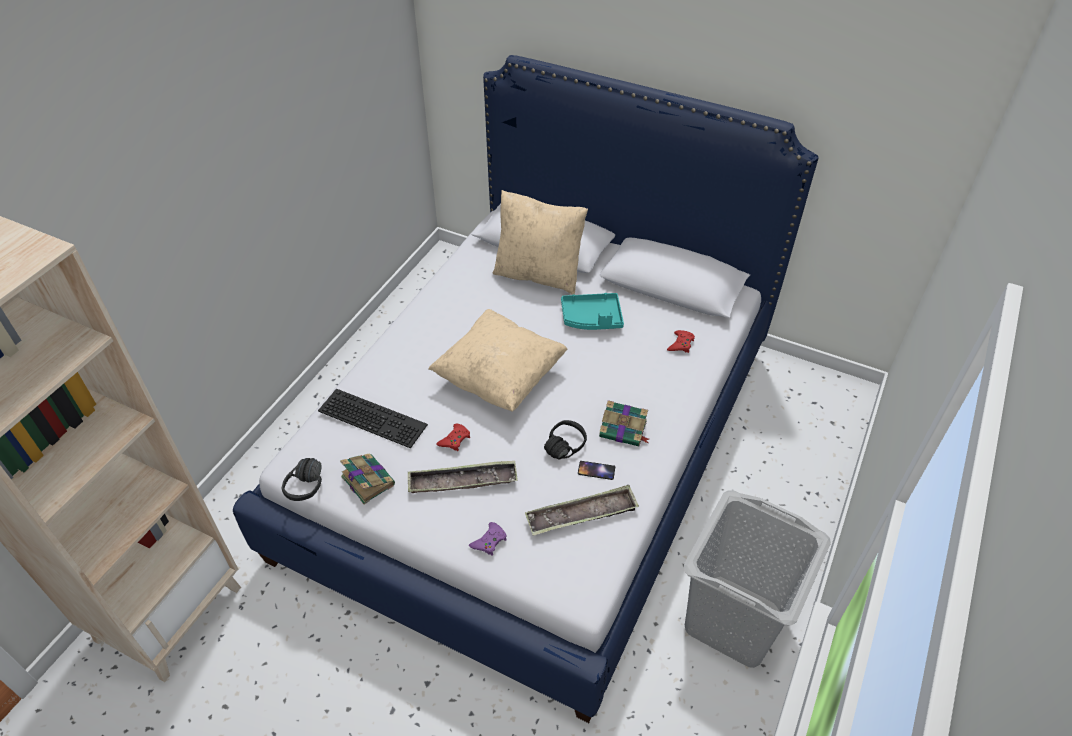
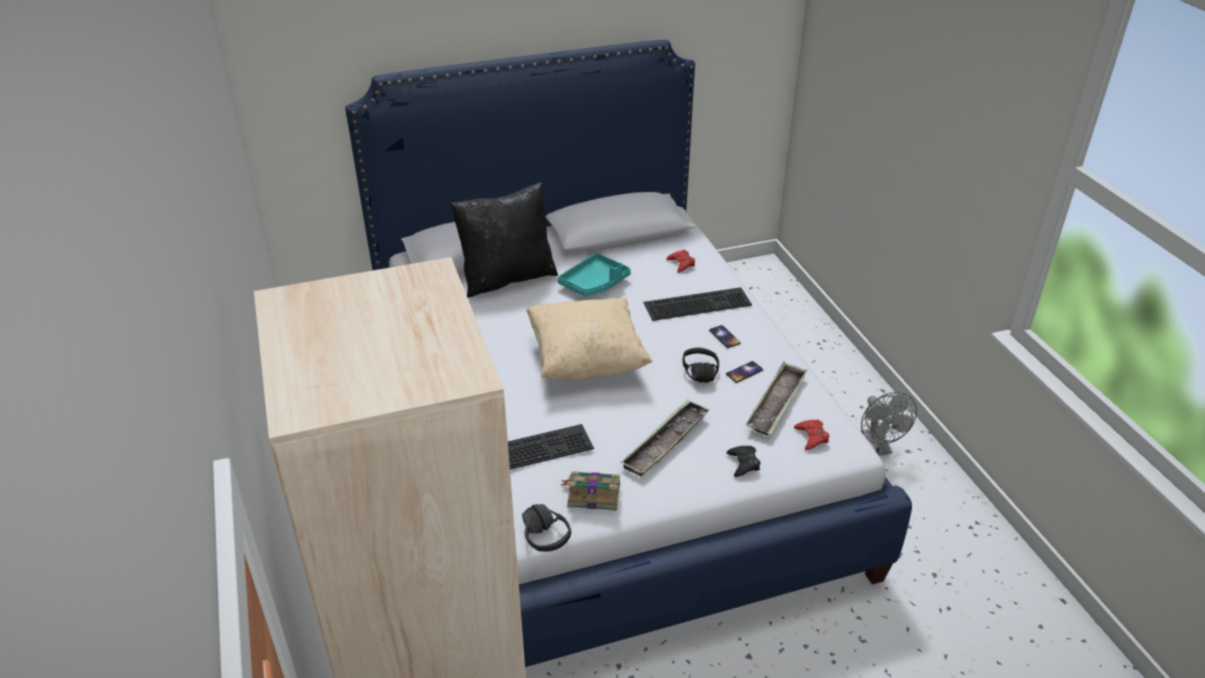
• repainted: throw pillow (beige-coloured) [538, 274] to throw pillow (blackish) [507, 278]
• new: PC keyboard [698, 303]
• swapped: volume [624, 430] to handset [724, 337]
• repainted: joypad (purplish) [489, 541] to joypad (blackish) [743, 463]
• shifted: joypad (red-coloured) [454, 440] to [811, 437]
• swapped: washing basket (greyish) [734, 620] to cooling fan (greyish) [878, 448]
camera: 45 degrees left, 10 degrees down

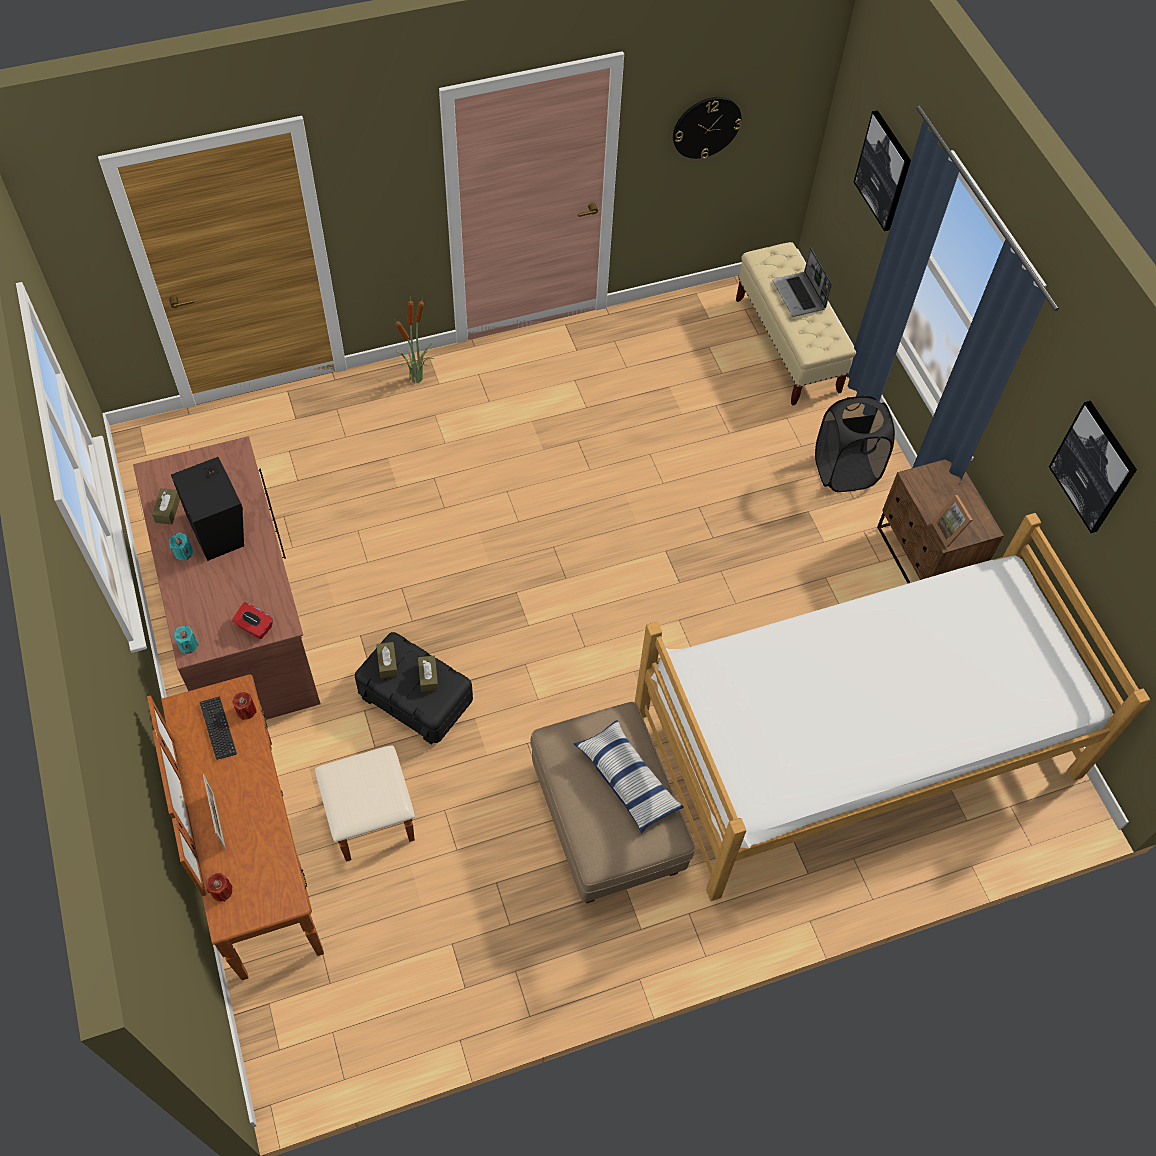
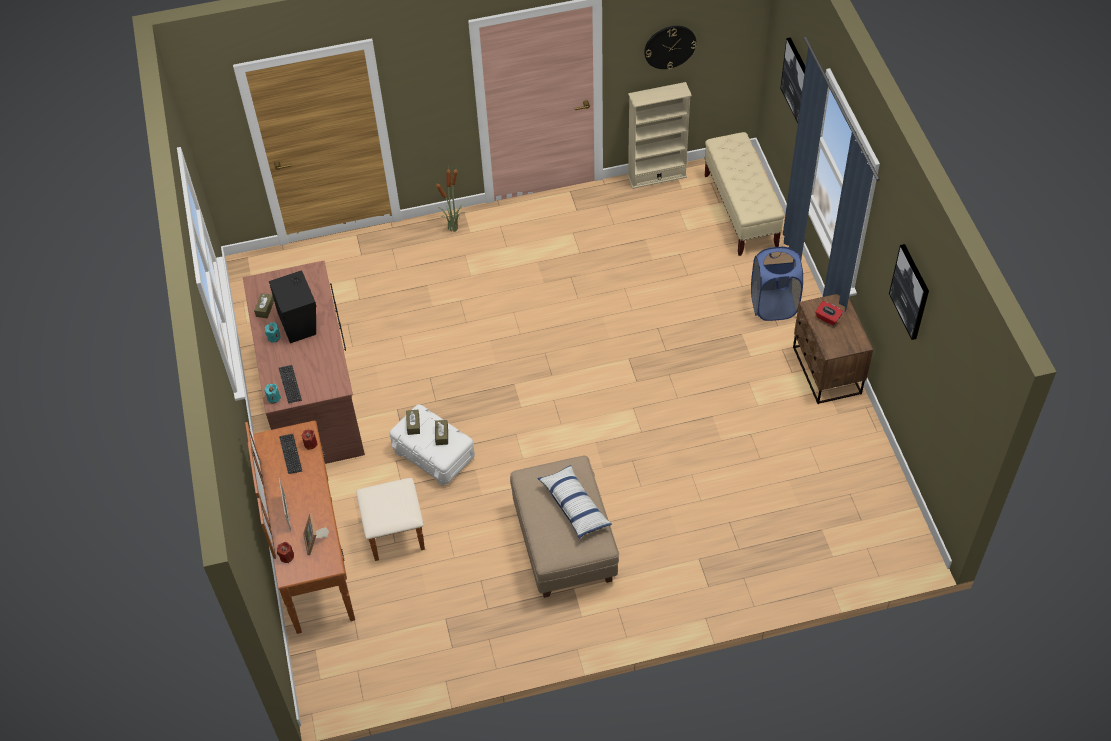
• new: PC keyboard [290, 384]
• shifted: picture frame [949, 531] to [316, 542]
• repainted: storage bin (blackish) [415, 698] to storage bin (whitish) [433, 454]
• new: shelving unit (beige-coloured) [657, 176]
• repainted: washing basket (blackish) [844, 471] to washing basket (blue-coloured) [773, 305]
• shifted: box of tissues (red-coloured) [254, 627] to [827, 318]
• gone: bedroom bed [857, 743]
• gone: laptop [799, 296]
camera: 10 degrees right, 5 degrees down

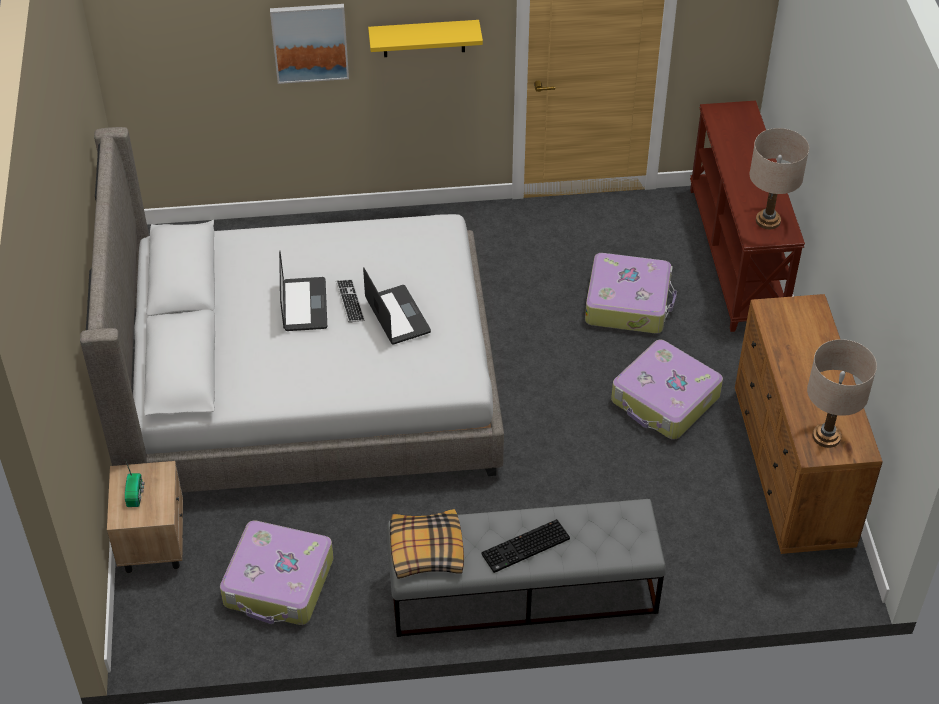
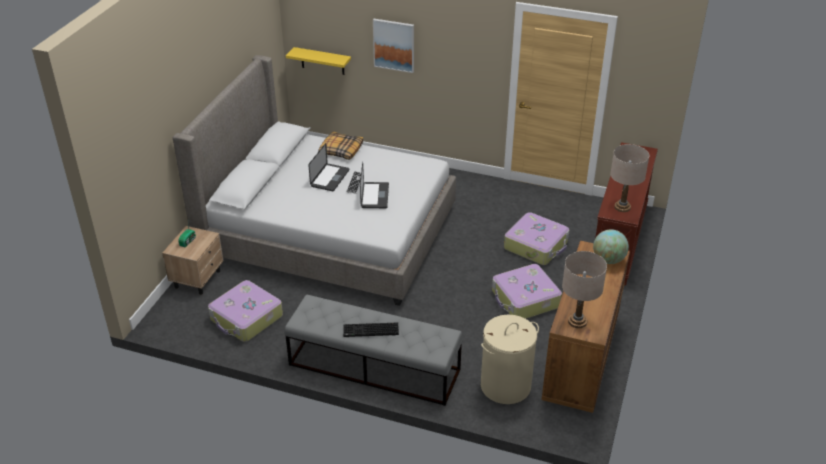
• shifted: shelf (yellow) [424, 38] to [322, 61]
• shifted: throw pillow [426, 550] to [340, 150]
• new: washing basket (beige-coloured) [505, 386]
• new: desk globe [608, 260]
camera: 25 degrees right, 10 degrees down

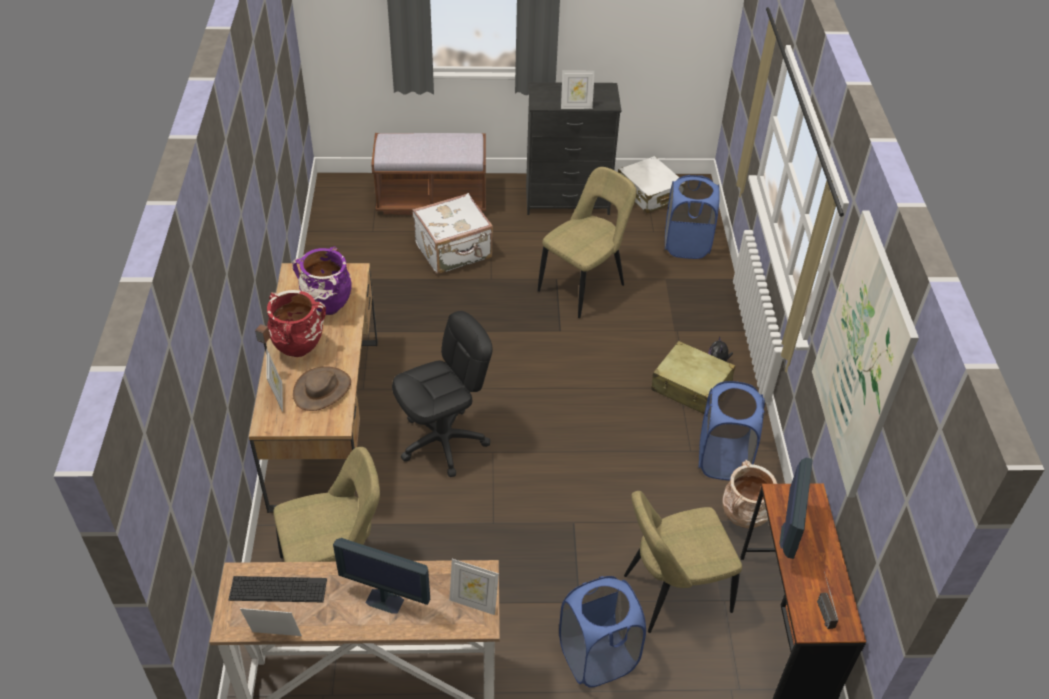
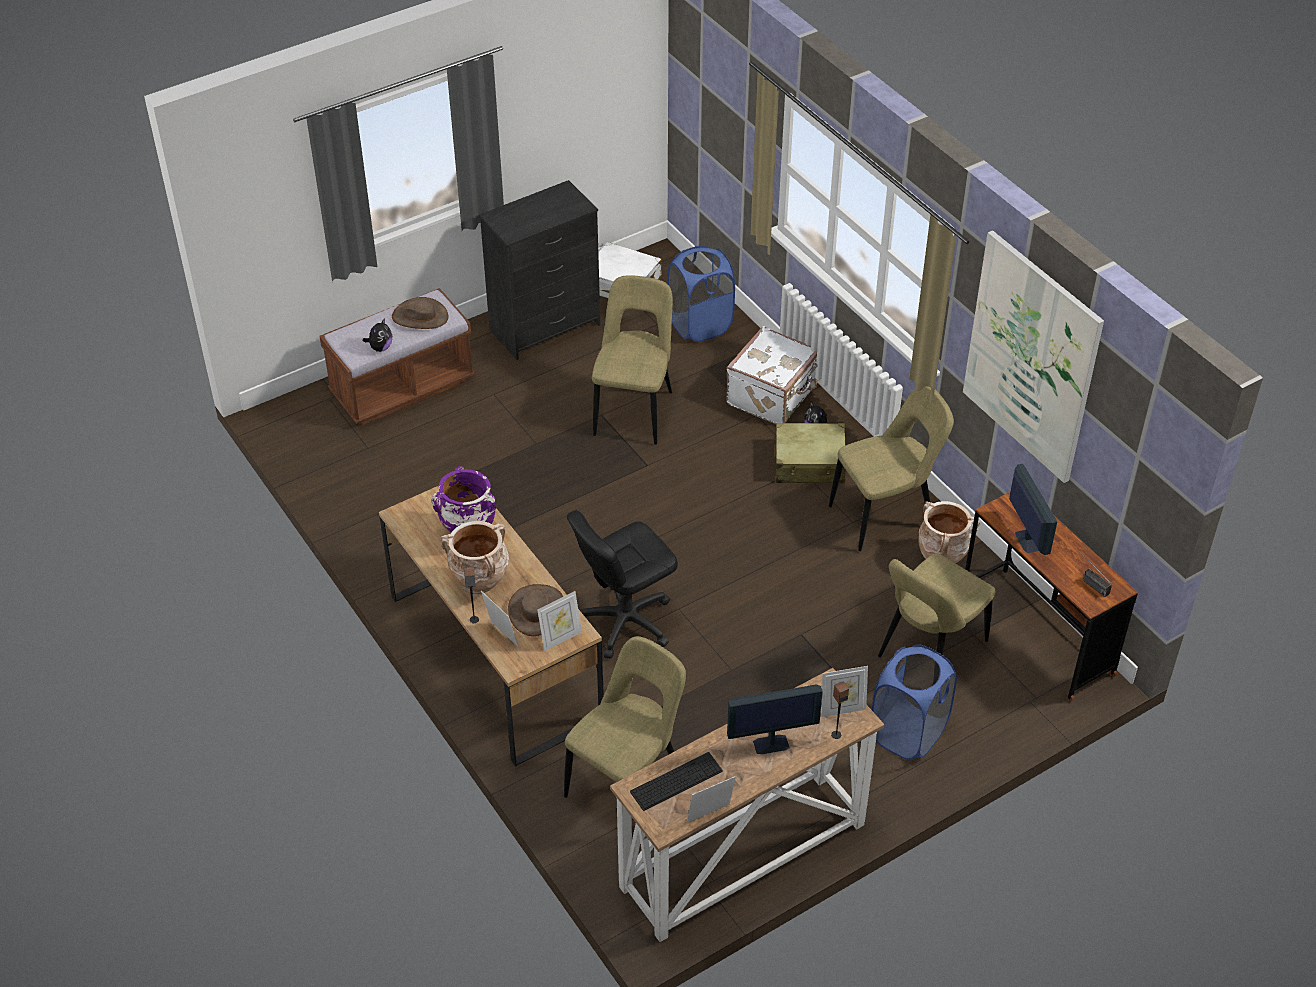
• new: soft toy [380, 348]
• new: clothing hat (brown) [420, 316]
• repainted: decorative vase (red-coloured) [300, 350] to decorative vase (beige-coloured) [480, 585]
• shifted: picture frame [576, 107] to [560, 638]
• rotated: office chair (blackish) [443, 442] = [625, 621] 150 degrees counterclockwise
• shifted: travel case (whitish) [454, 252] to [773, 396]
• swapped: washing basket (blue-coloured) [723, 459] to plain chair (beige-coloured) [886, 516]
• new: speaker [836, 734]
camera: 30 degrees left, 0 degrees up

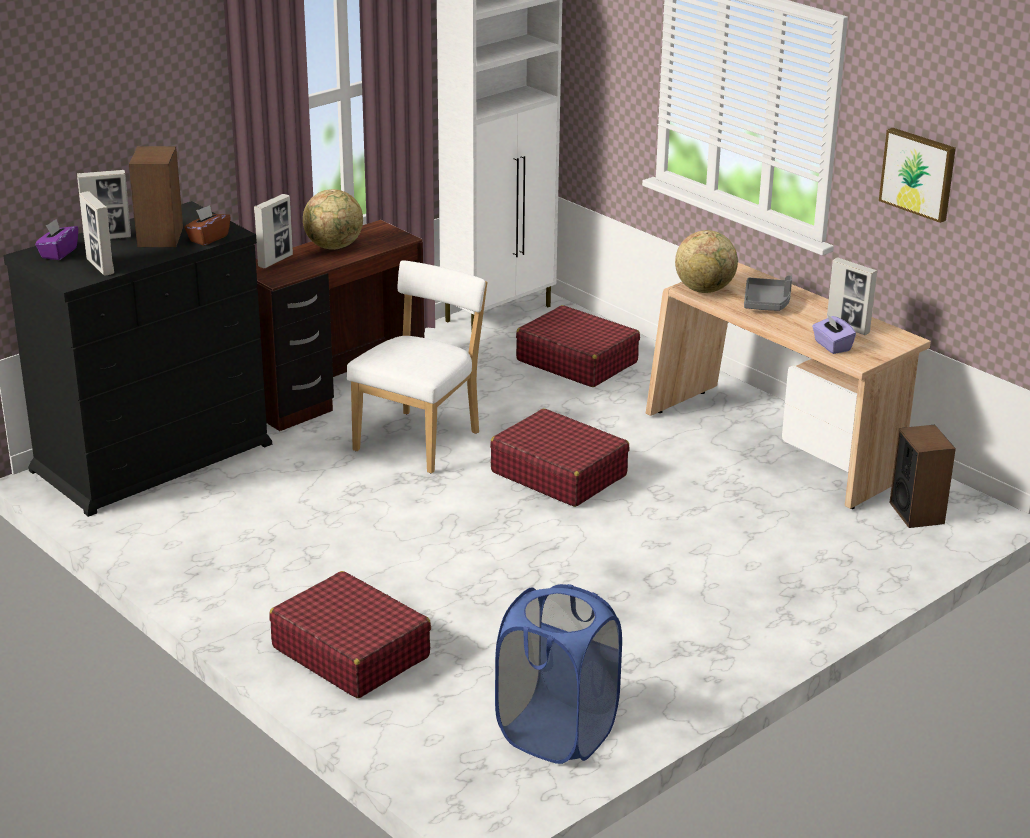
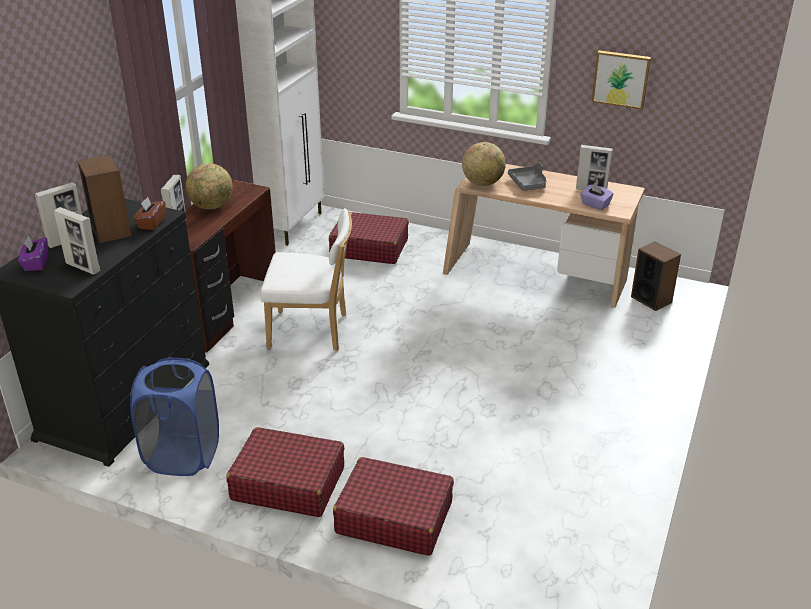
• shifted: washing basket (blue-coloured) [556, 733] to [182, 455]
• shifted: travel case (red-coloured) [558, 473] to [288, 483]
• rotated: plain chair (whitish) [421, 439] = [312, 331] 90 degrees clockwise
camera: 25 degrees left, 5 degrees up

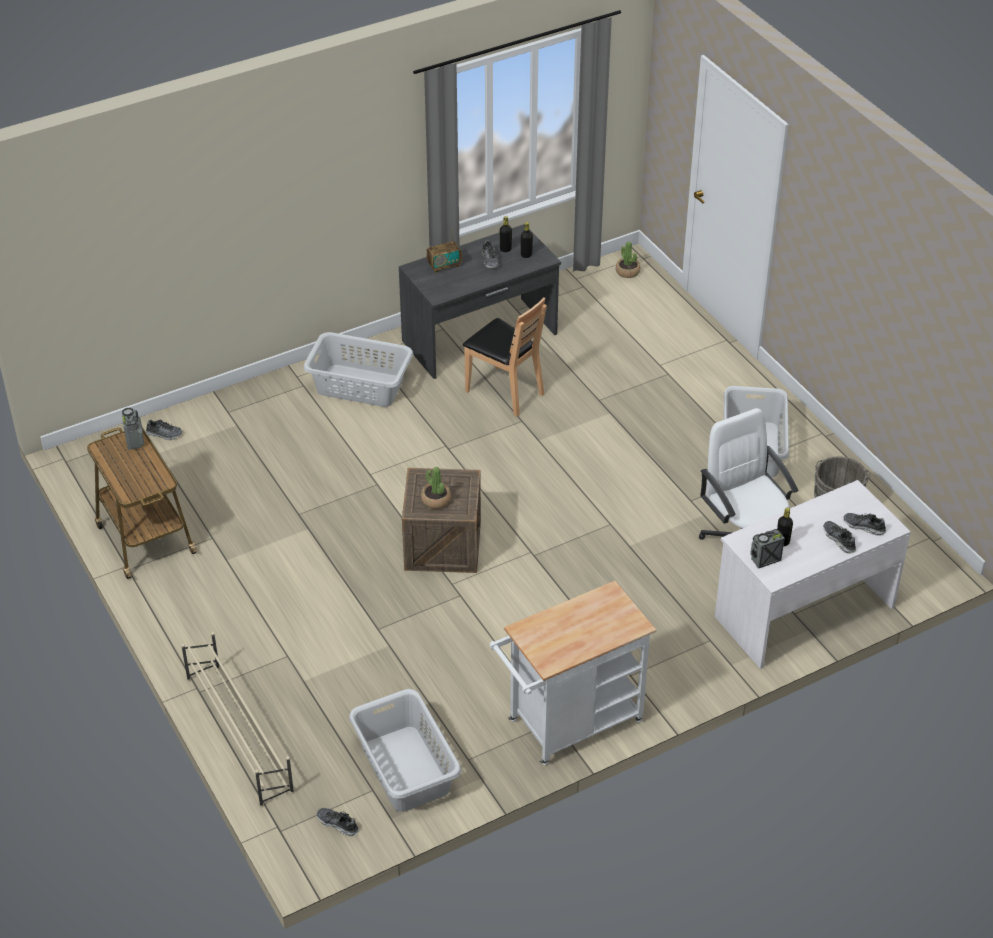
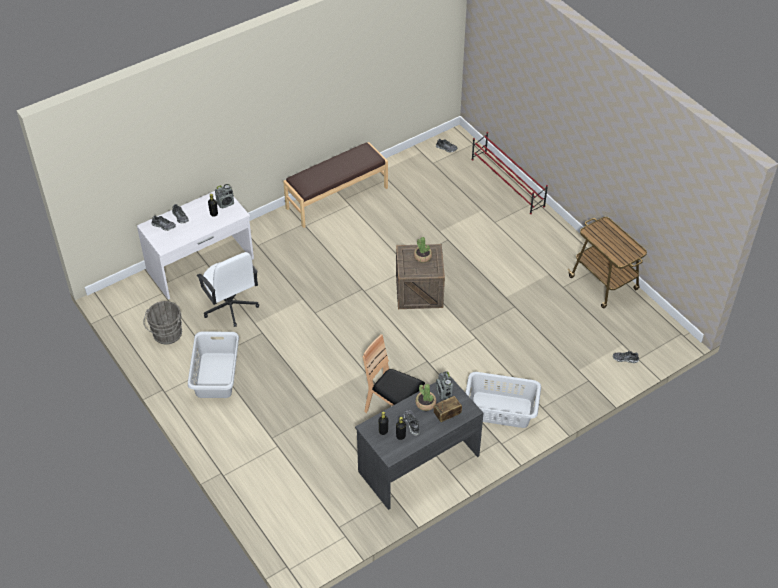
• swapped: wheeled cart (whitish) [568, 725] to bench (brown) [336, 197]
• shifted: houseplant [627, 272] to [425, 403]
• shifted: radio set [135, 440] to [444, 393]
• repainted: shoe stand (beige-coloured) [239, 734] to shoe stand (red-coloured) [507, 183]
• gone: washing basket (greyish) [405, 769]
camera: 175 degrees right, 5 degrees up

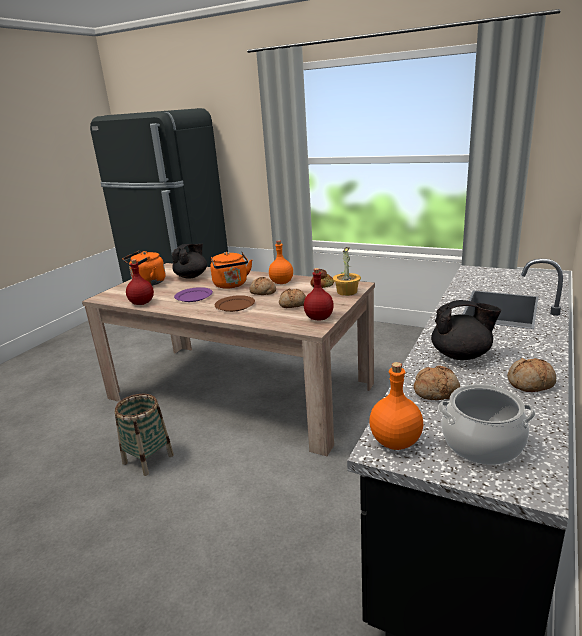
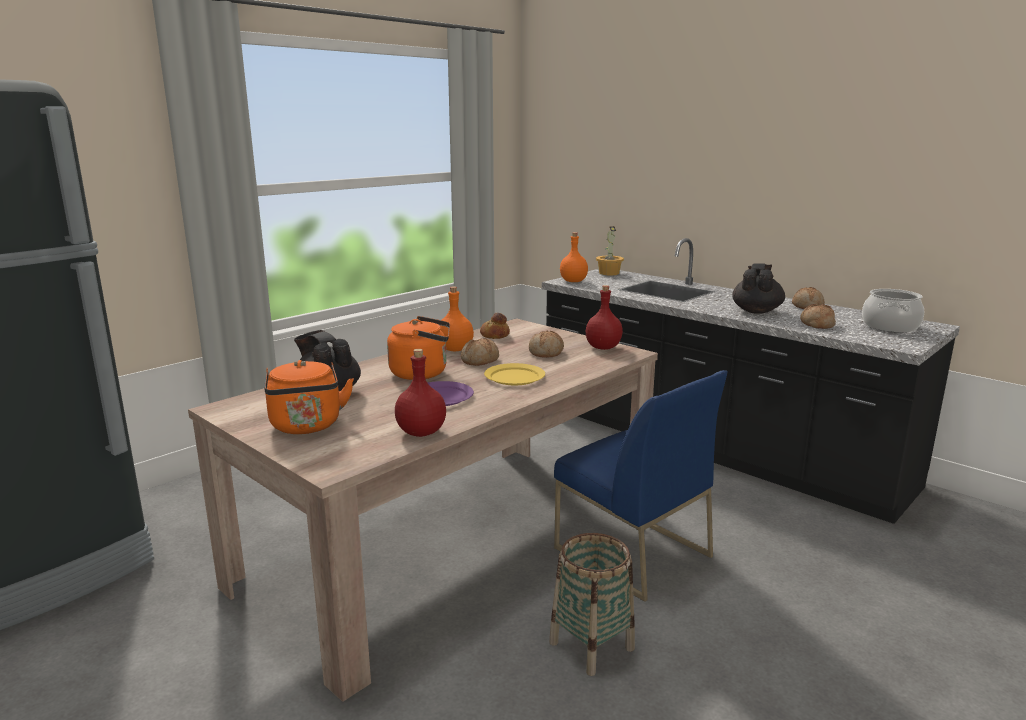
• repainted: dinner plate (brown) [234, 305] to dinner plate (yellow) [515, 377]
• new: plain chair (blue-coloured) [630, 552]
• shifted: bottle (orange) [394, 442] to [573, 281]
• shifted: houseplant [347, 292] to [609, 273]
camera: 75 degrees left, 5 degrees down

